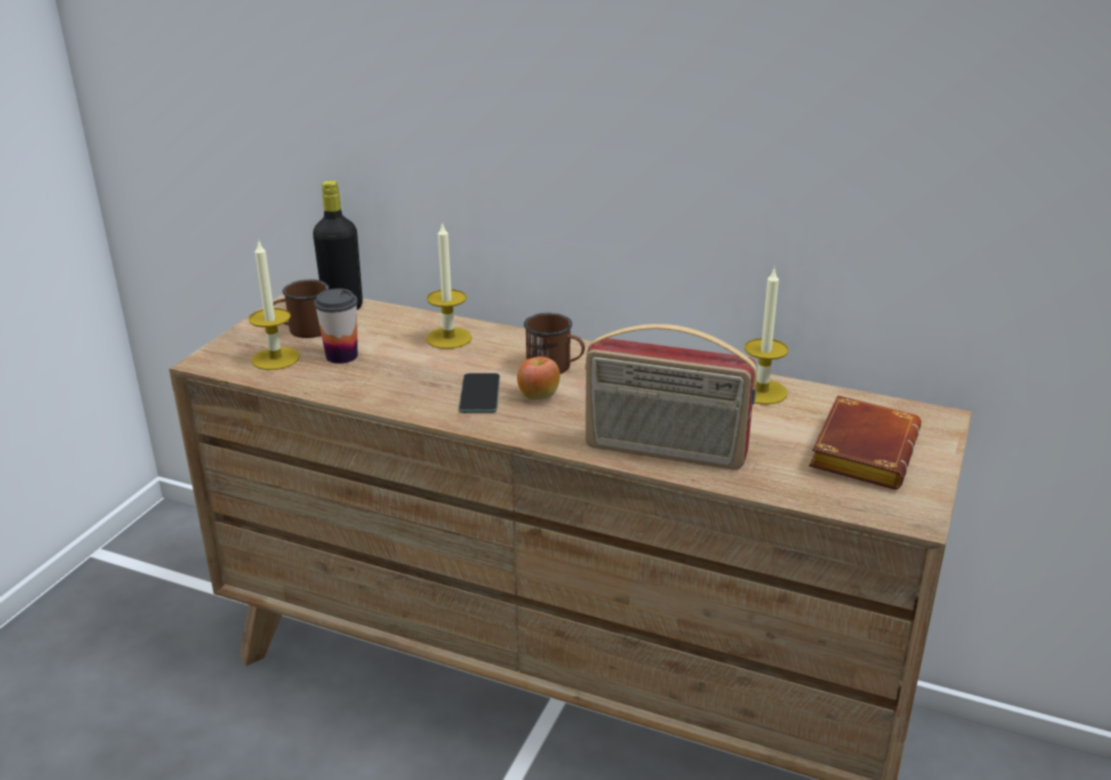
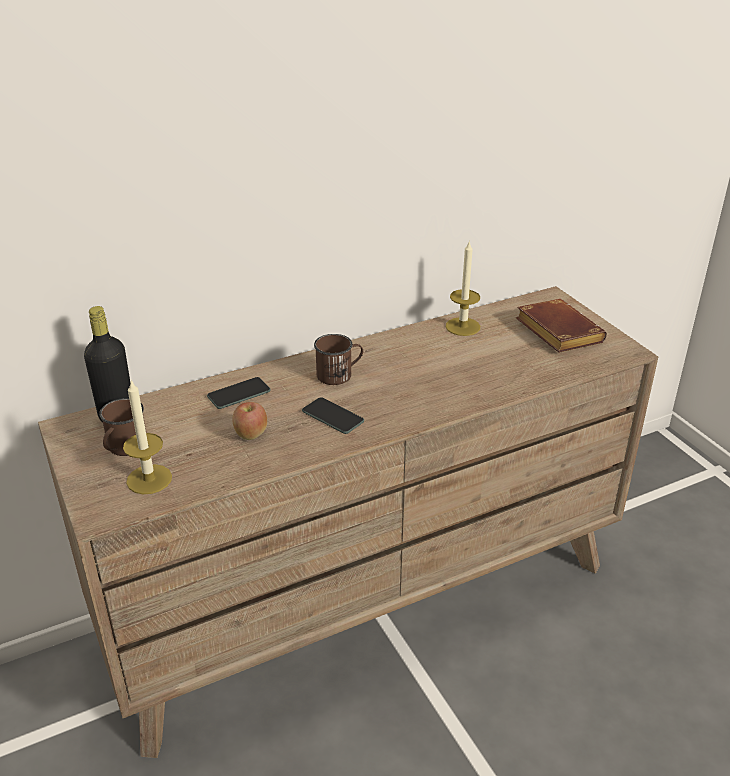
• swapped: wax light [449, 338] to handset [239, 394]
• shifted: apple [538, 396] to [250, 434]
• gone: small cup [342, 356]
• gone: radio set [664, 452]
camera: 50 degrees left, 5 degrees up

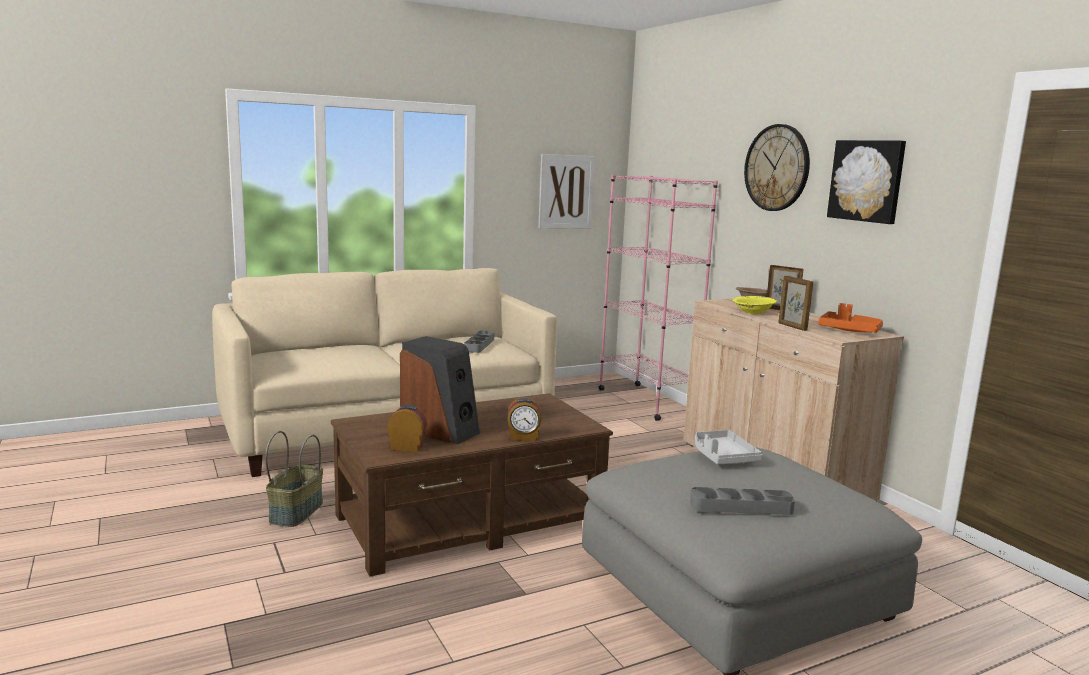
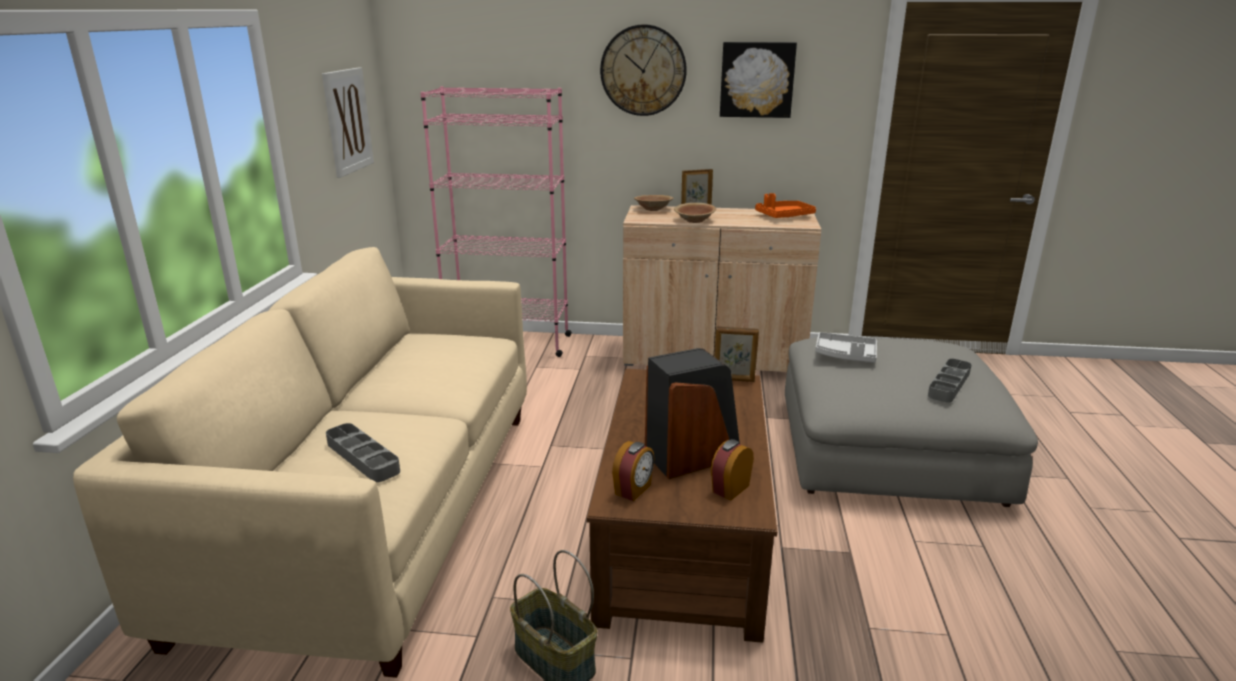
• shifted: serving tray (greyish) [479, 345] to [362, 457]
• shifted: bedside clock [523, 437] to [633, 490]
• repainted: deep dish (yellow) [753, 312] to deep dish (brown) [694, 221]
• shifted: picture frame [792, 327] to [733, 379]
camera: 55 degrees left, 10 degrees up

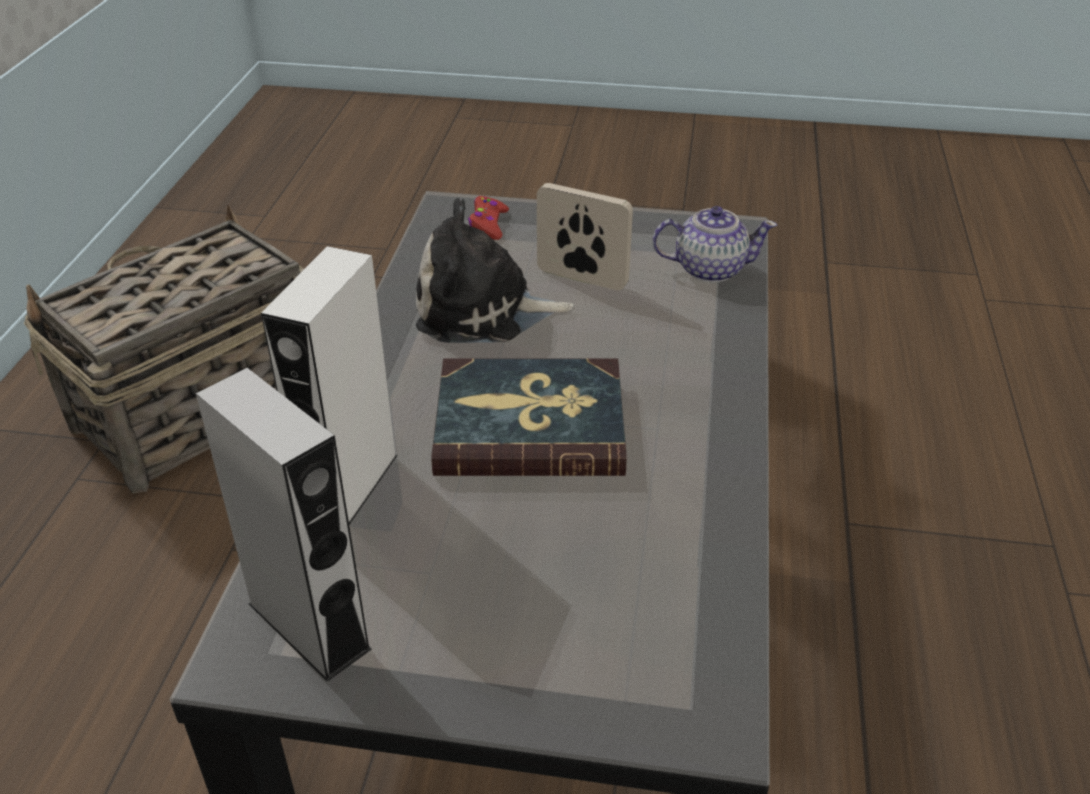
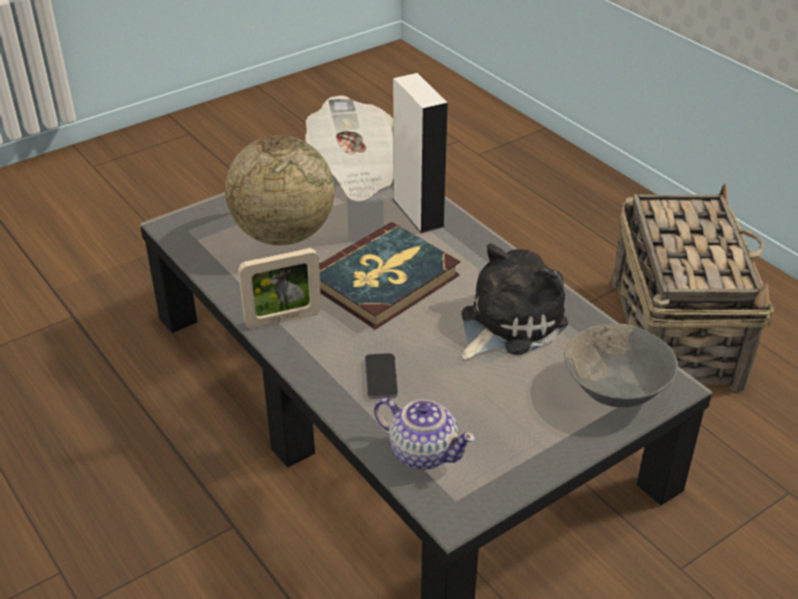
• new: desk globe [283, 234]
• shifted: picture frame [582, 278] to [283, 319]
• swapped: speaker (greyish) [309, 626] to printed paper [355, 172]
• new: handset [381, 378]
• rotated: pot for tea [709, 269] = [423, 452] 105 degrees counterclockwise
• swapped: joypad (red-coloured) [488, 224] to deep dish (greyish) [617, 388]
camera: 135 degrees right, 0 degrees up

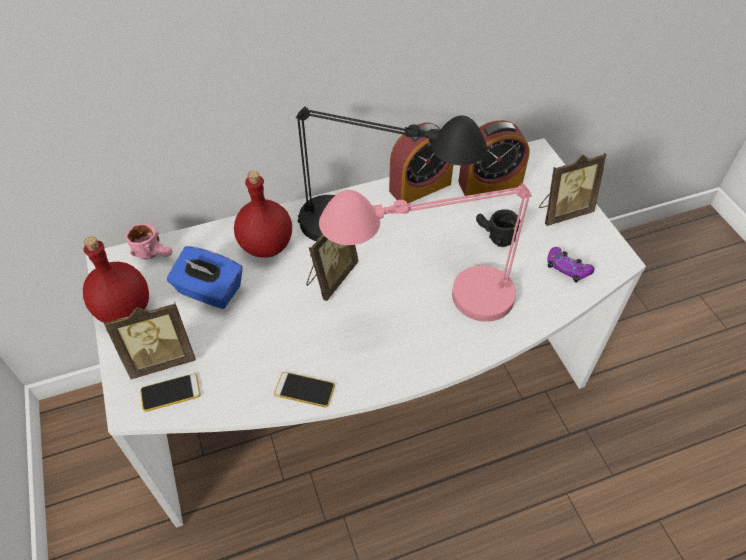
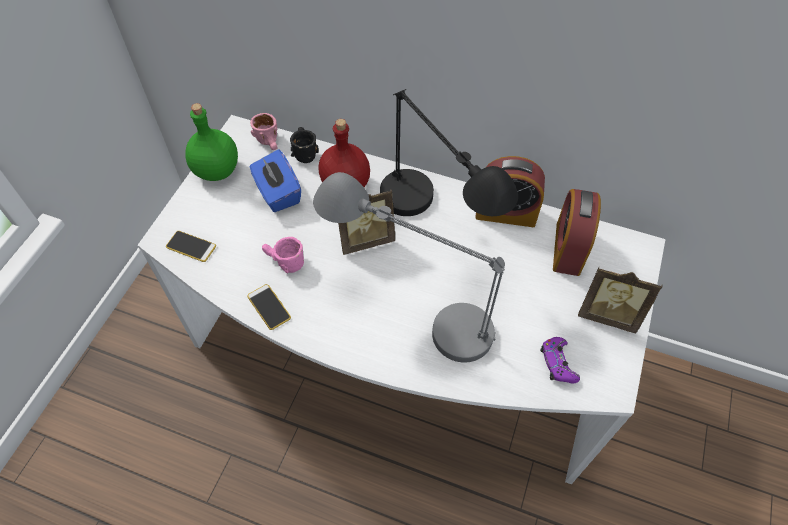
• repainted: bottle (red-coloured) [124, 309] to bottle (greenish) [217, 170]
• new: coffee mug (pink) [283, 263]
• shifted: coffee mug (blackish) [493, 236] to [303, 151]
• repainted: lamp for a table (pink) [429, 306] to lamp for a table (greyish) [413, 312]
• rotated: bedside clock [489, 184] = [568, 248] 75 degrees clockwise
• gone: picture frame [162, 359]
camera: 40 degrees right, 5 degrees up

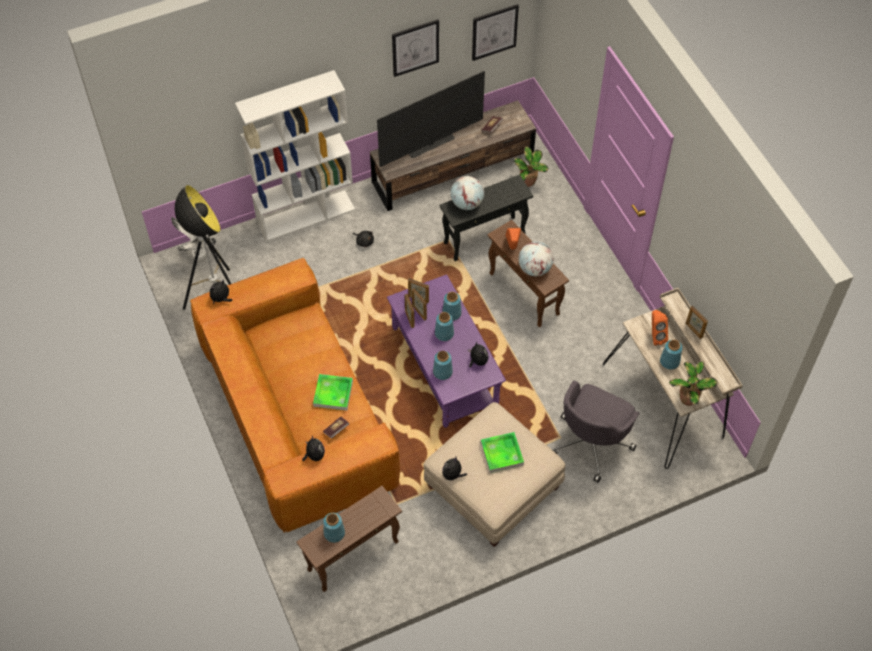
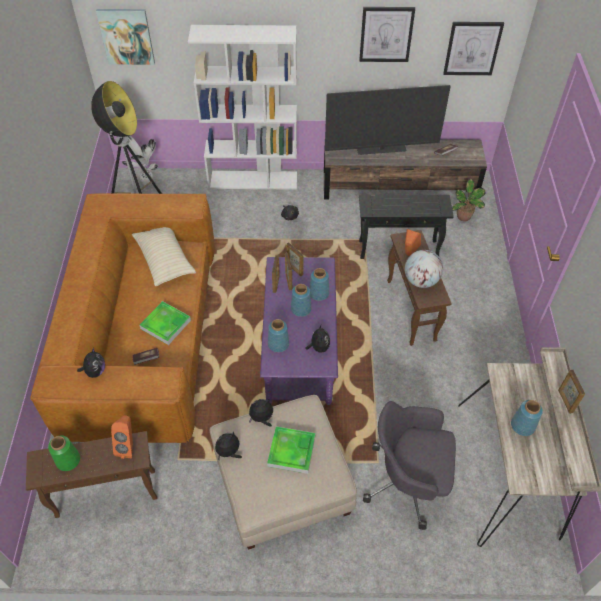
• repainted: decorative vase (blue-coloured) [334, 533] to decorative vase (greenish) [68, 460]
• new: picture [126, 36]
• shifted: speaker (orange) [655, 336] to [128, 446]
• new: throw pillow (beige-coloured) [164, 260]
• shifted: soft toy [221, 299] to [262, 418]
• rotated: office chair (greyish) [591, 443] = [408, 481] 45 degrees clockwise
• gone: desk globe [467, 203]
• gone: houseplant [688, 398]
camera: 25 degrees right, 5 degrees down

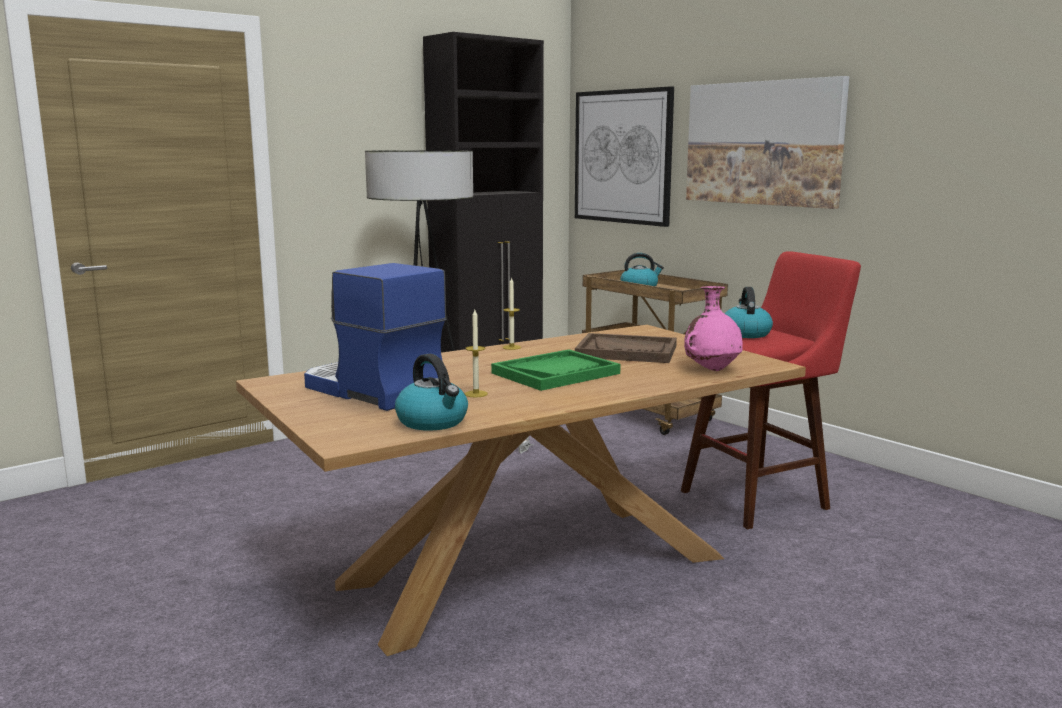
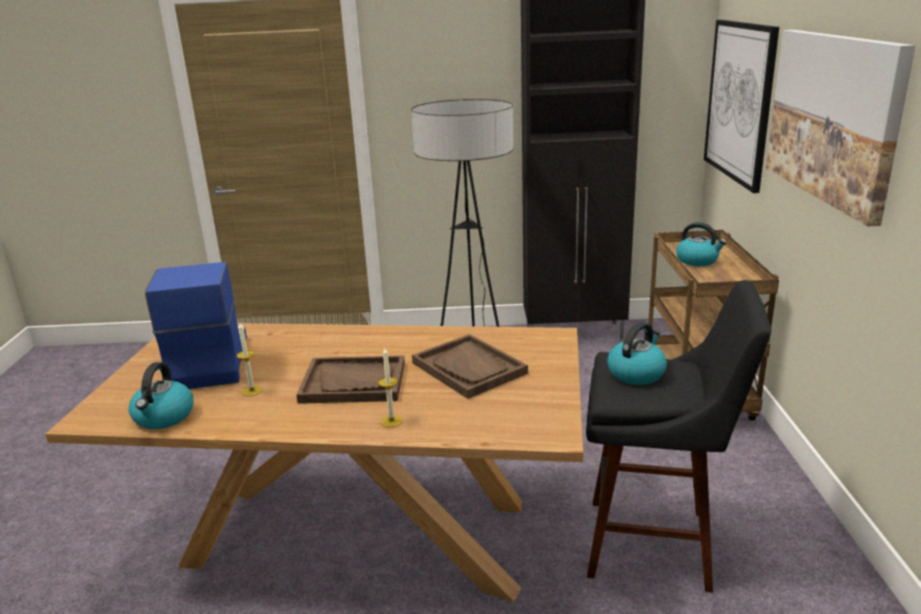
• repainted: serving tray (greenish) [555, 373] to serving tray (brown) [354, 382]
• shifted: wax light [511, 347] to [391, 421]
• repainted: sitting stool (red-coloured) [759, 498] to sitting stool (blackish) [656, 544]
• gone: decorative vase (pink) [712, 369]
camera: 40 degrees right, 10 degrees up

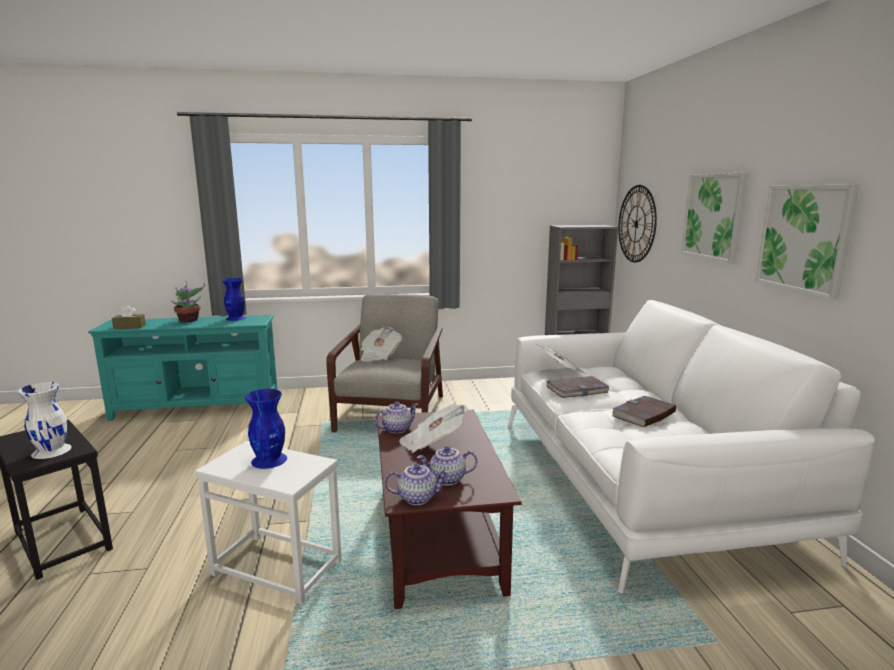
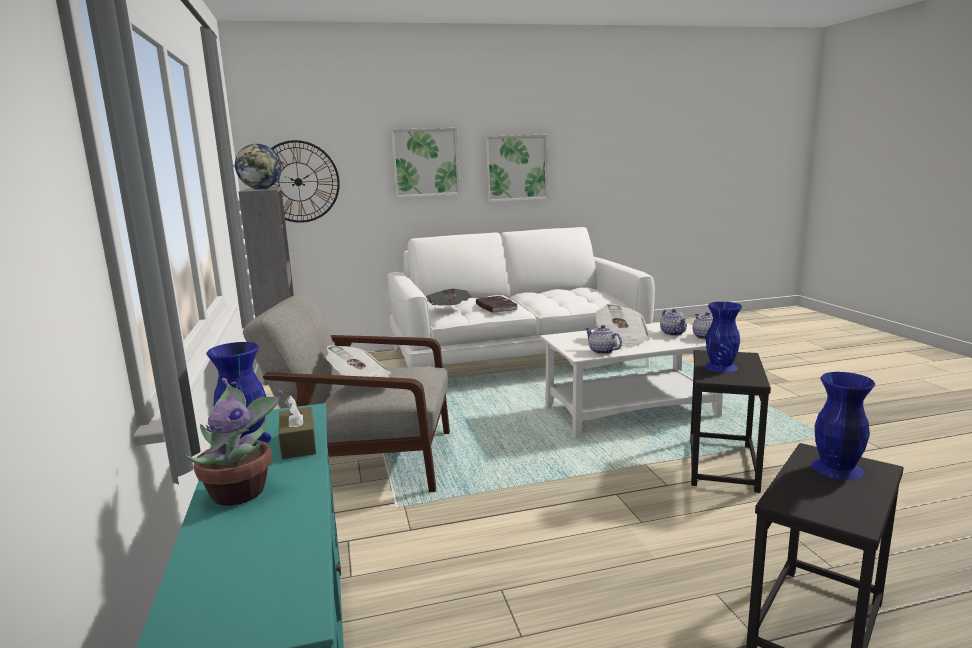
• new: desk globe [261, 188]
• shifted: box of tissues (brown) [129, 327] to [298, 444]
• repainted: lounge table (brown) [439, 537] to lounge table (whitish) [631, 411]
• repainted: accent table (whitish) [278, 567] to accent table (blackish) [721, 464]
• repainted: decorative vase (whitish) [52, 450] to decorative vase (blue-coloured) [836, 468]
• gone: volume [644, 414]
camera: 95 degrees left, 0 degrees up

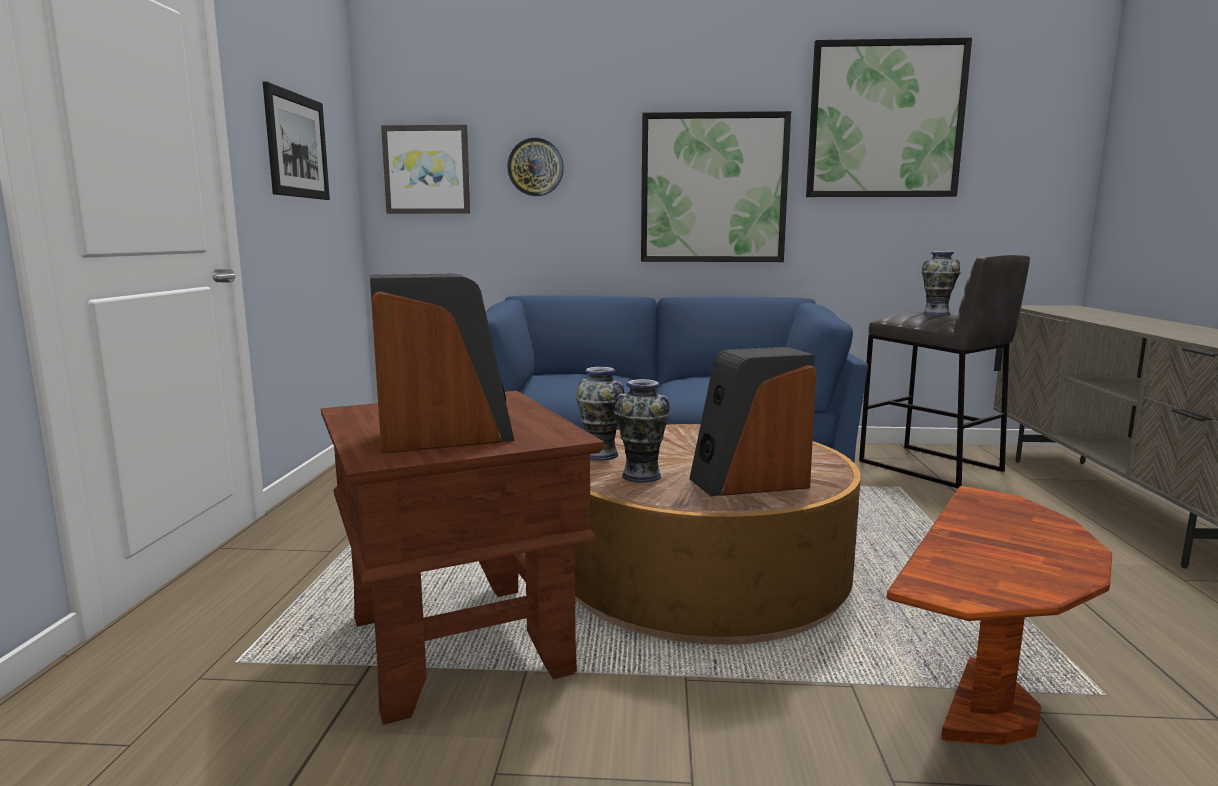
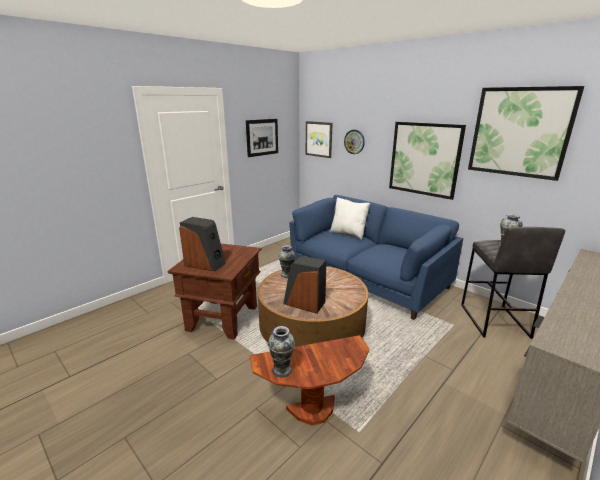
• shifted: decorative vase [641, 476] to [281, 370]
• new: throw pillow (whitish) [348, 234]
camera: 40 degrees right, 10 degrees up

